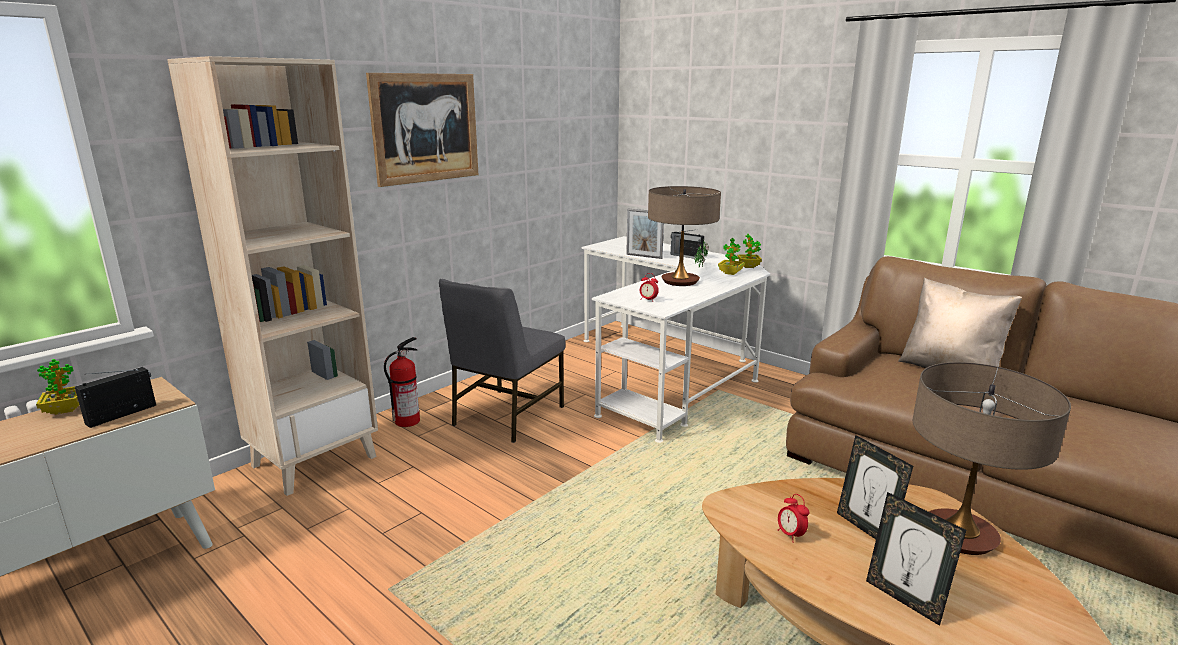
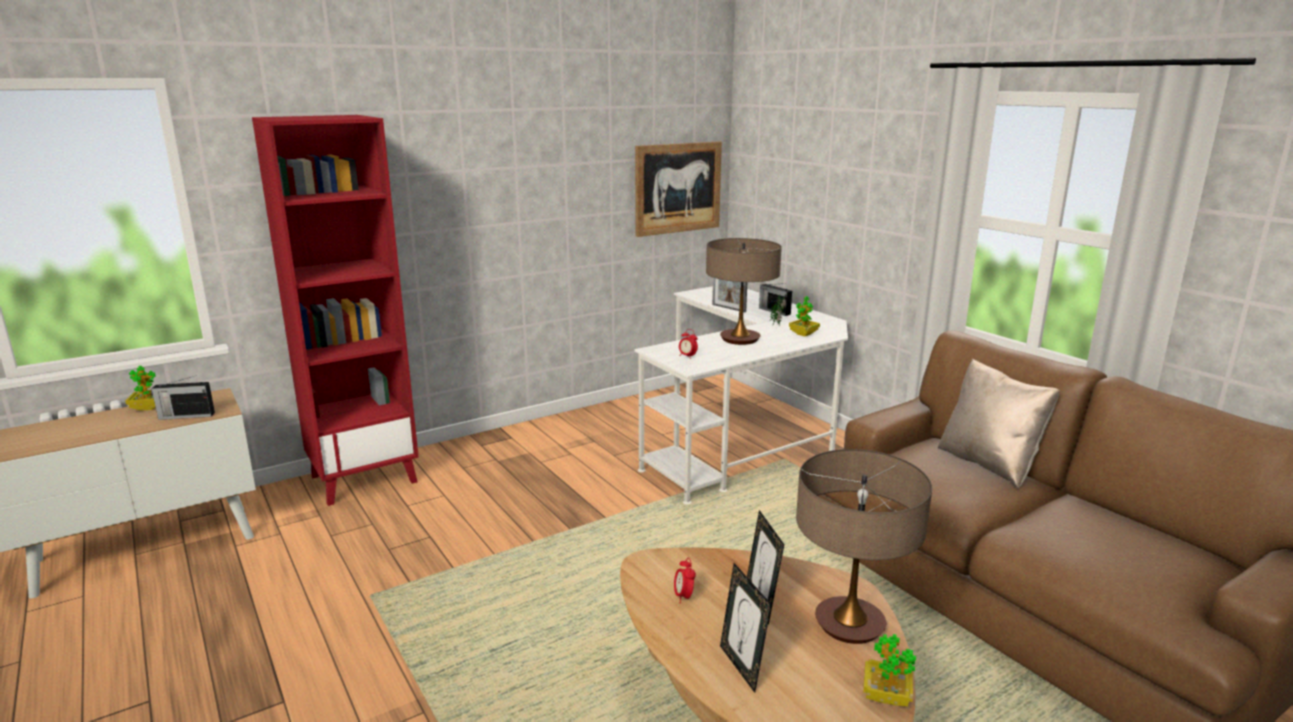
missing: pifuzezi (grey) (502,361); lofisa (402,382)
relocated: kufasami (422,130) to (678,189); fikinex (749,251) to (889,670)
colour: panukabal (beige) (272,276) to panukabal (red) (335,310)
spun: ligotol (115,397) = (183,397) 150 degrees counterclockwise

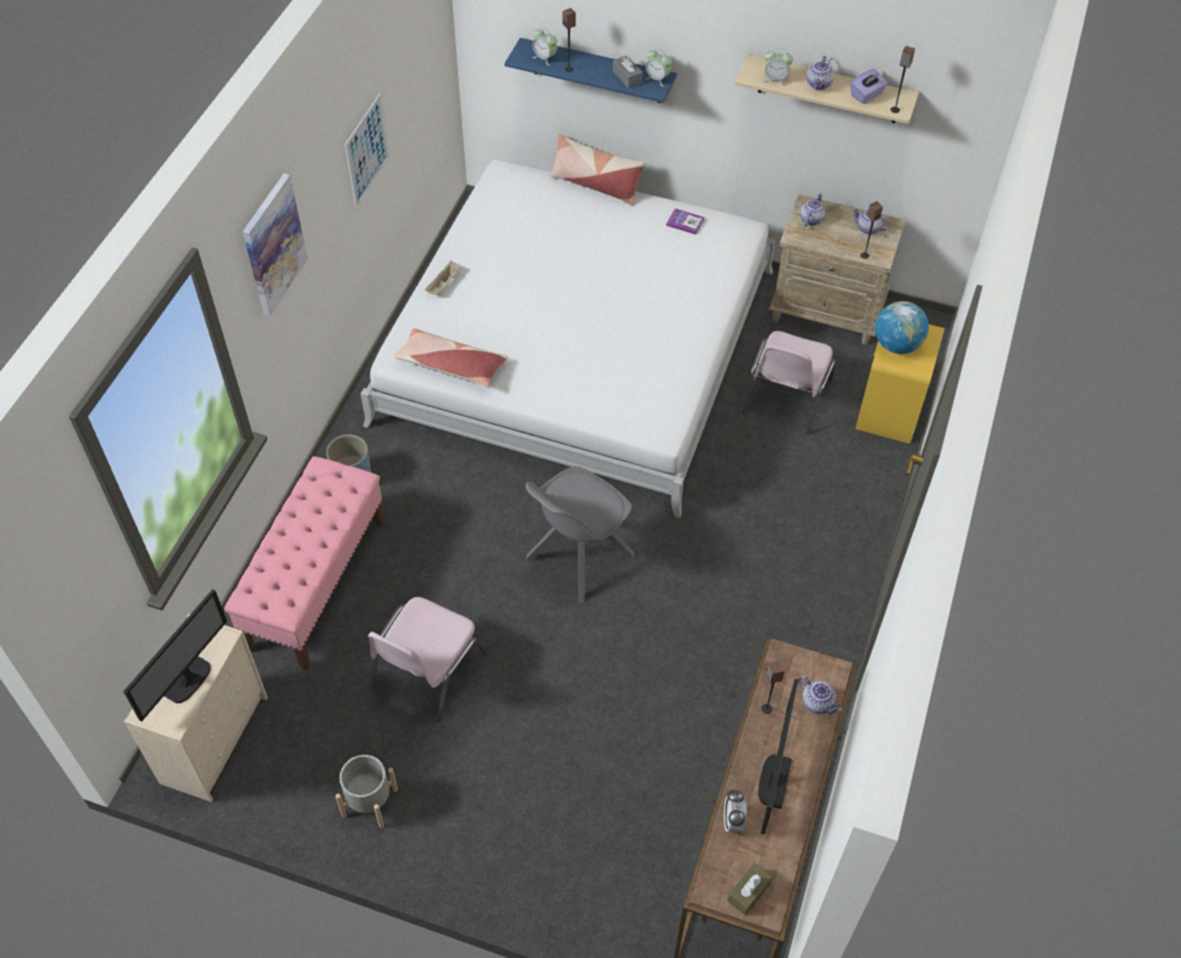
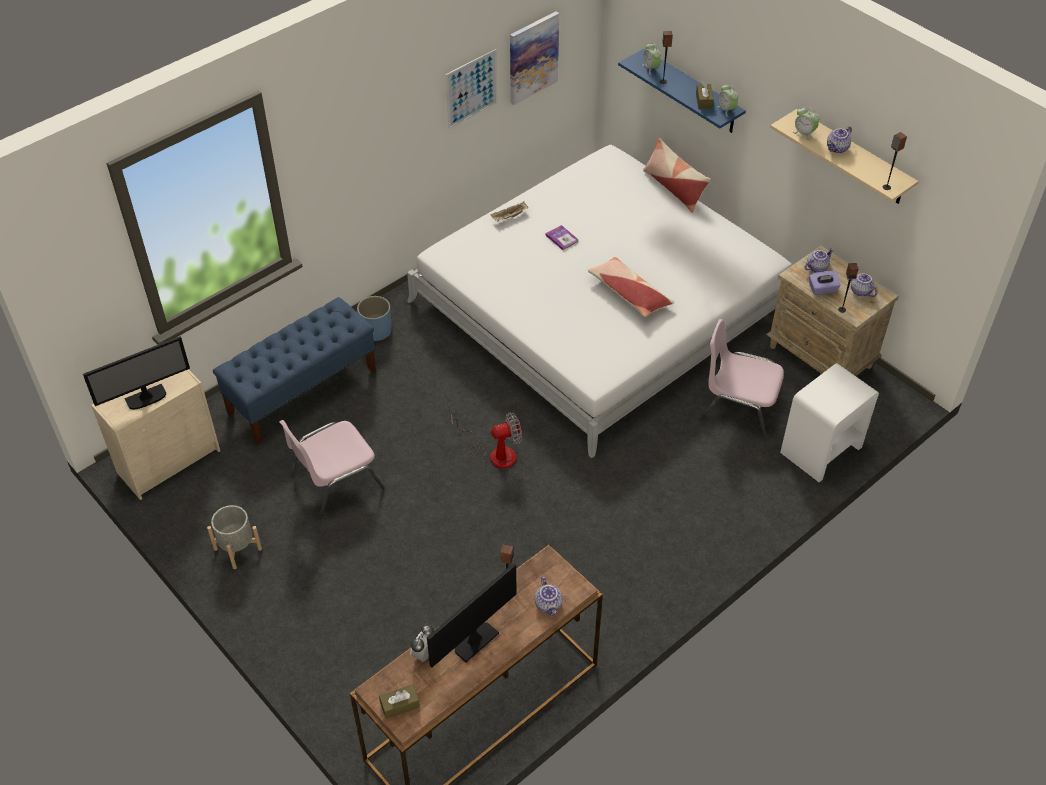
missing: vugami (902,327)
relocated: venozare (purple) (869,86) to (825,283); kufasami (275,244) to (534,58); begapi (685,221) to (562,237); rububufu (451,358) to (631,287)
exchanged: pifuzezi (grey) (580,534) to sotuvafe (486,440)
colour: venozare (grey) (628,71) to venozare (brown) (705,95); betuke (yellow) (900,384) to betuke (white) (829,422); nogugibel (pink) (304,563) to nogugibel (blue) (294,371)
spun: pifuzezi (pink) (789,382) = (741,379) 60 degrees clockwise

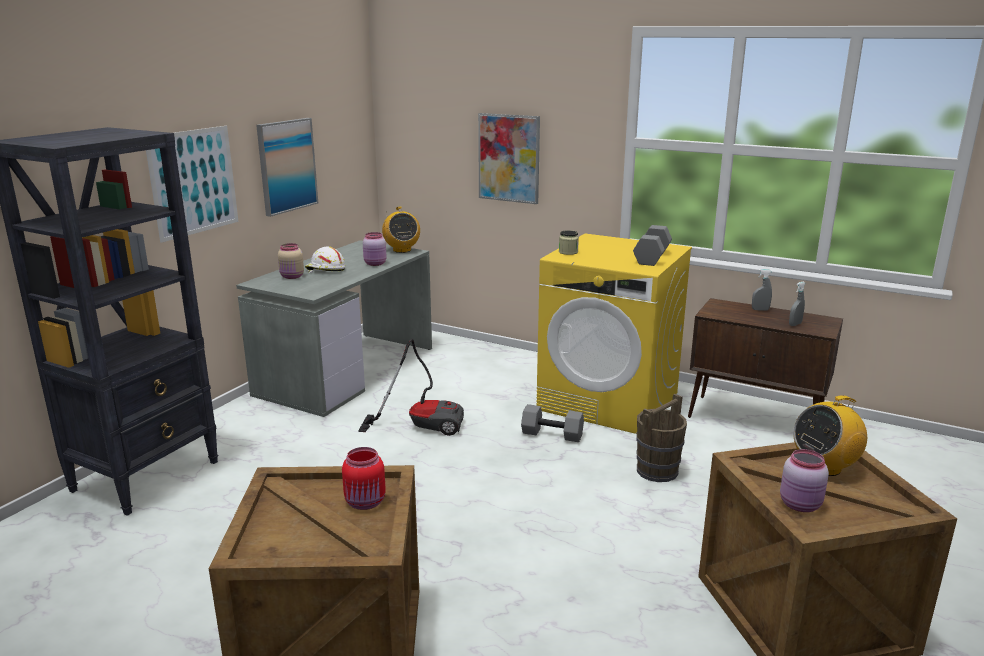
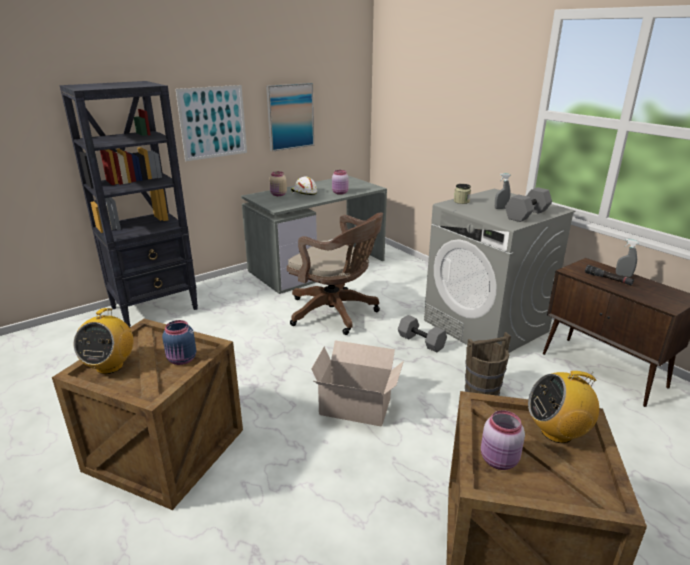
missing: kufasami (509,158)
appeared: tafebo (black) (609,275); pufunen (357,383)
relocated: ligotol (401,229) to (103,341); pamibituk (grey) (797,304) to (503,191)
exchanged: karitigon (411,387) to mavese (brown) (335,274)
colour: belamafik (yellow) (614,333) to belamafik (grey) (499,270); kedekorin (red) (364,478) to kedekorin (blue) (179,342)

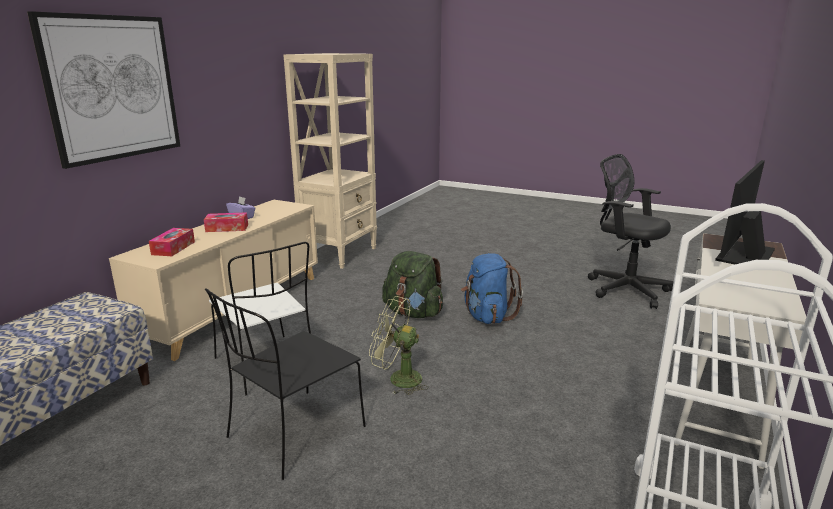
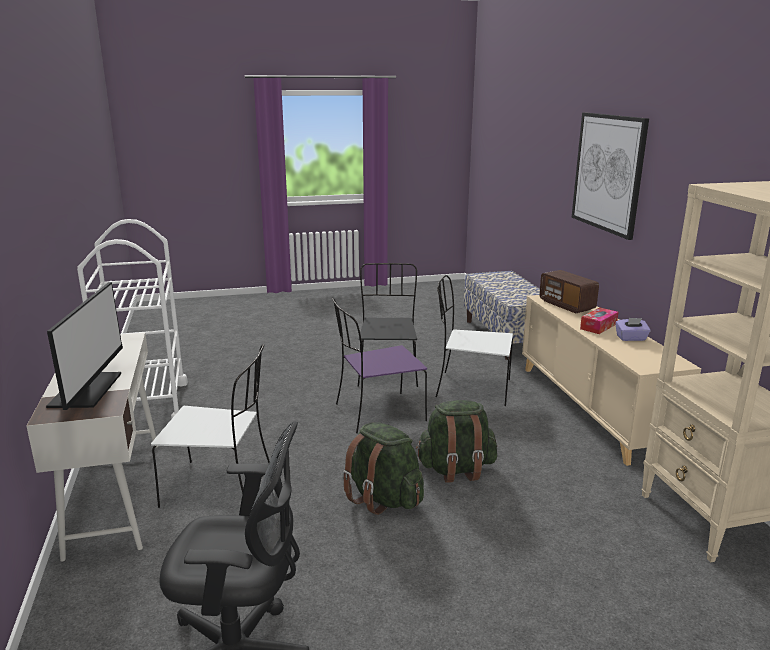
appeared: pifuzezi (white) (210,426)
exchanged: venozare (172,242) to ligotol (569,291); sotuvafe (green) (399,345) to pifuzezi (purple) (379,365)
colour: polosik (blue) (492,288) to polosik (green) (383,468)

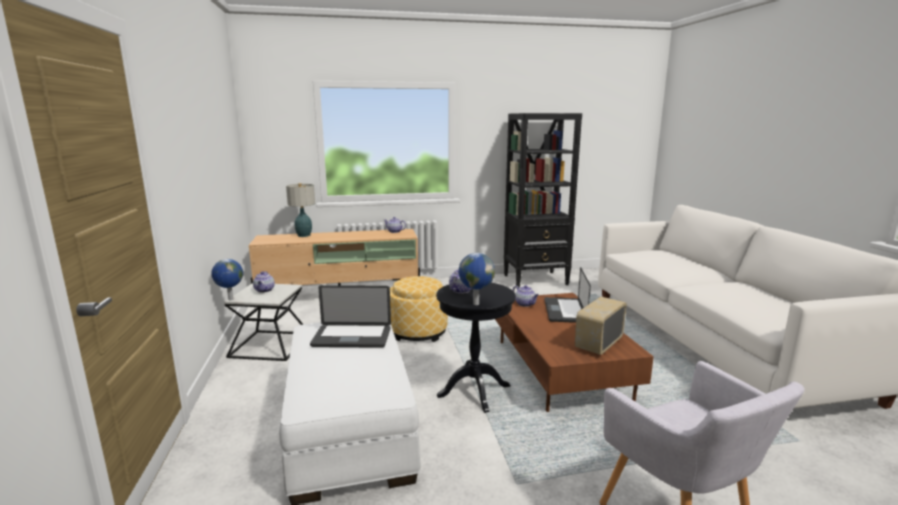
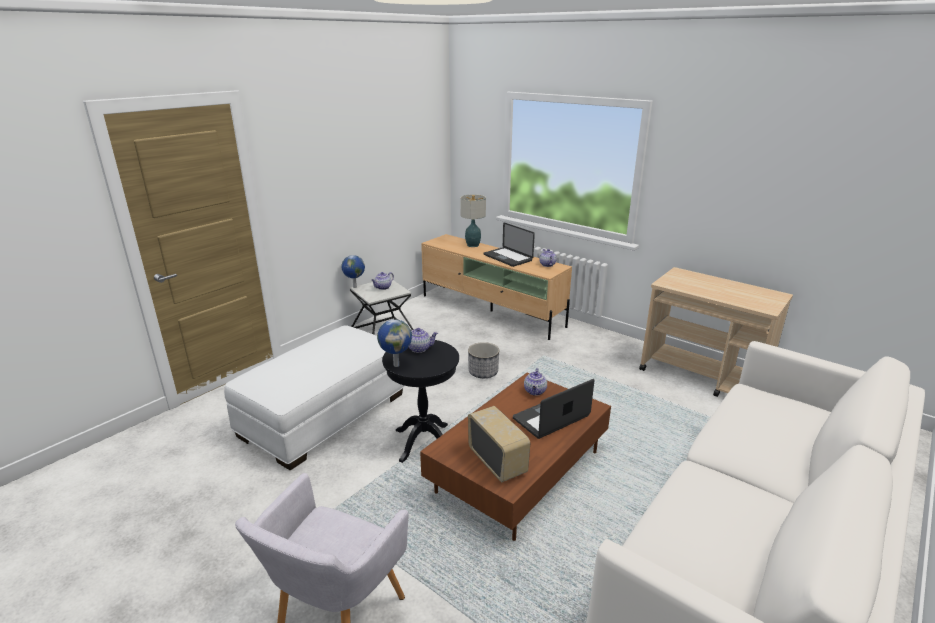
relocated: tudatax (350,316) to (509,244)
exchanged: panukabal (black) (543,200) to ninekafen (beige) (716,332); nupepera (419,309) to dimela (483,360)
spun: ligotol (601,326) = (499,444) 60 degrees clockwise

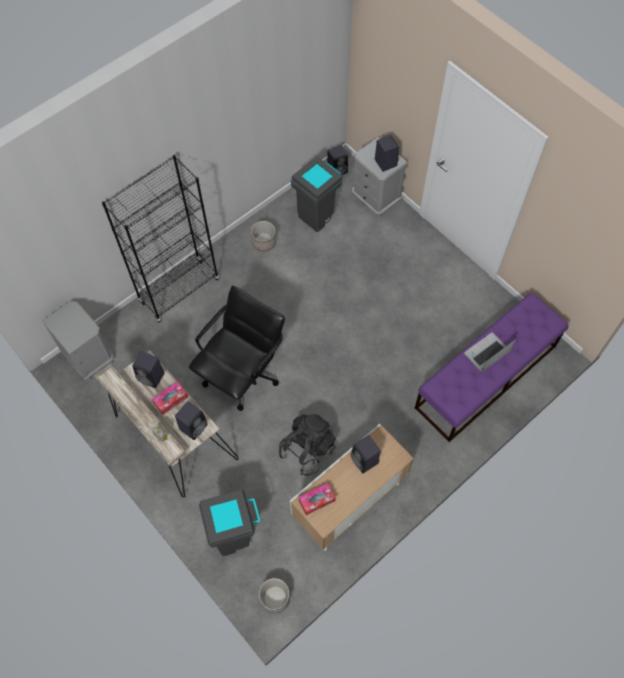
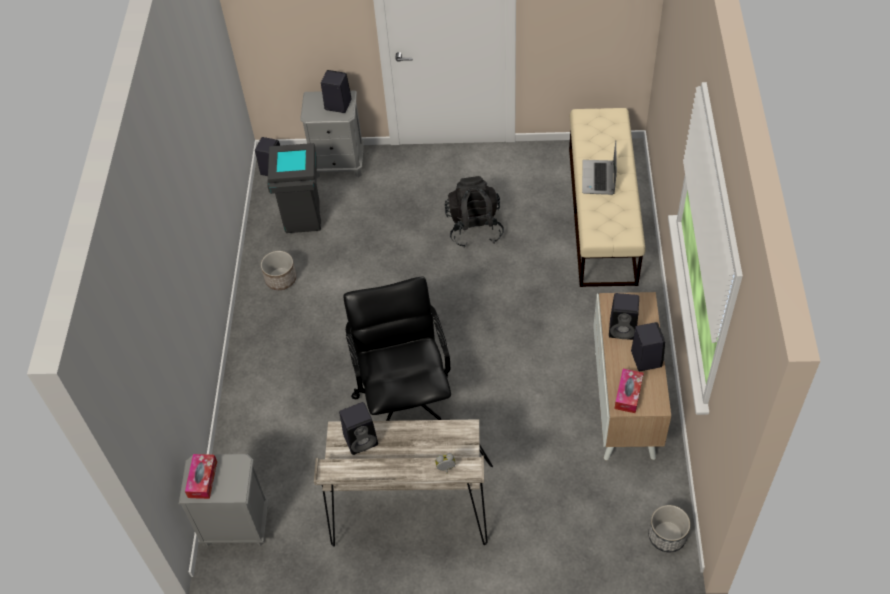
missing: panukabal (black) (160,238); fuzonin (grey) (230,522)
relocated: venozare (170,398) to (201,476); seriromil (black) (191,421) to (648,346); polosik (black) (307,444) to (474,211)
colour: nogugibel (purple) (492,367) to nogugibel (beige) (607,197)

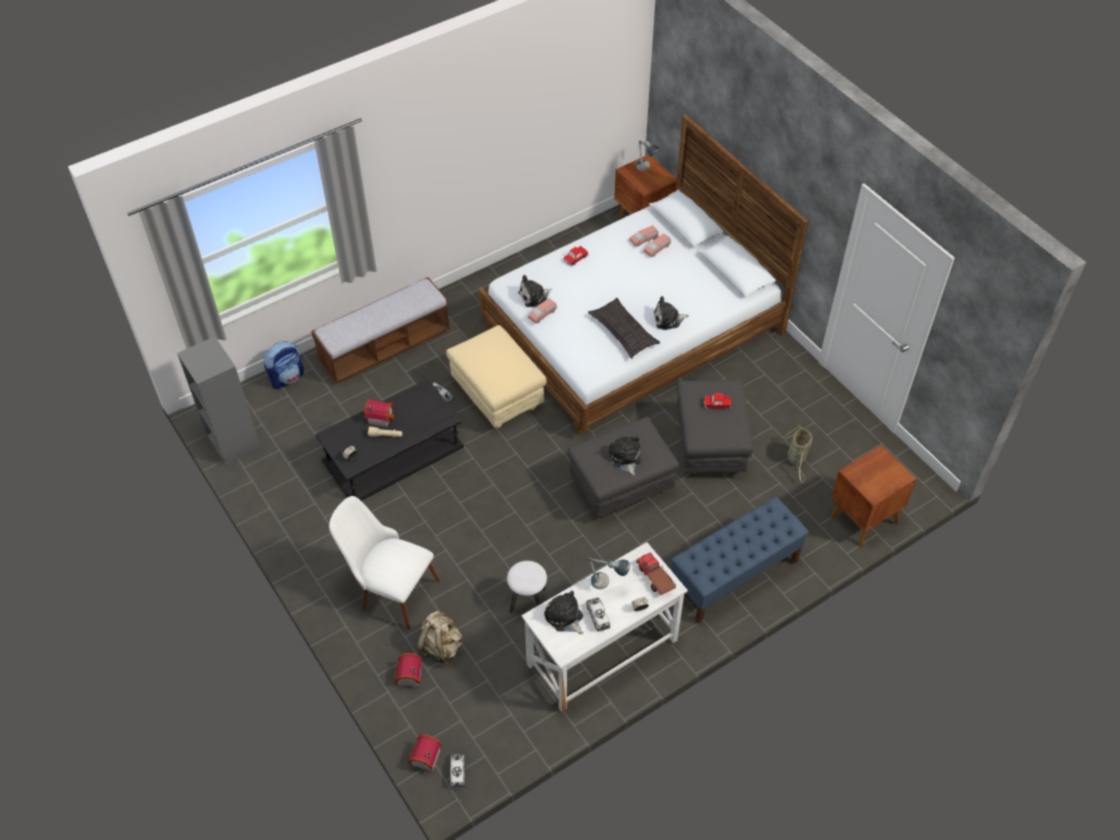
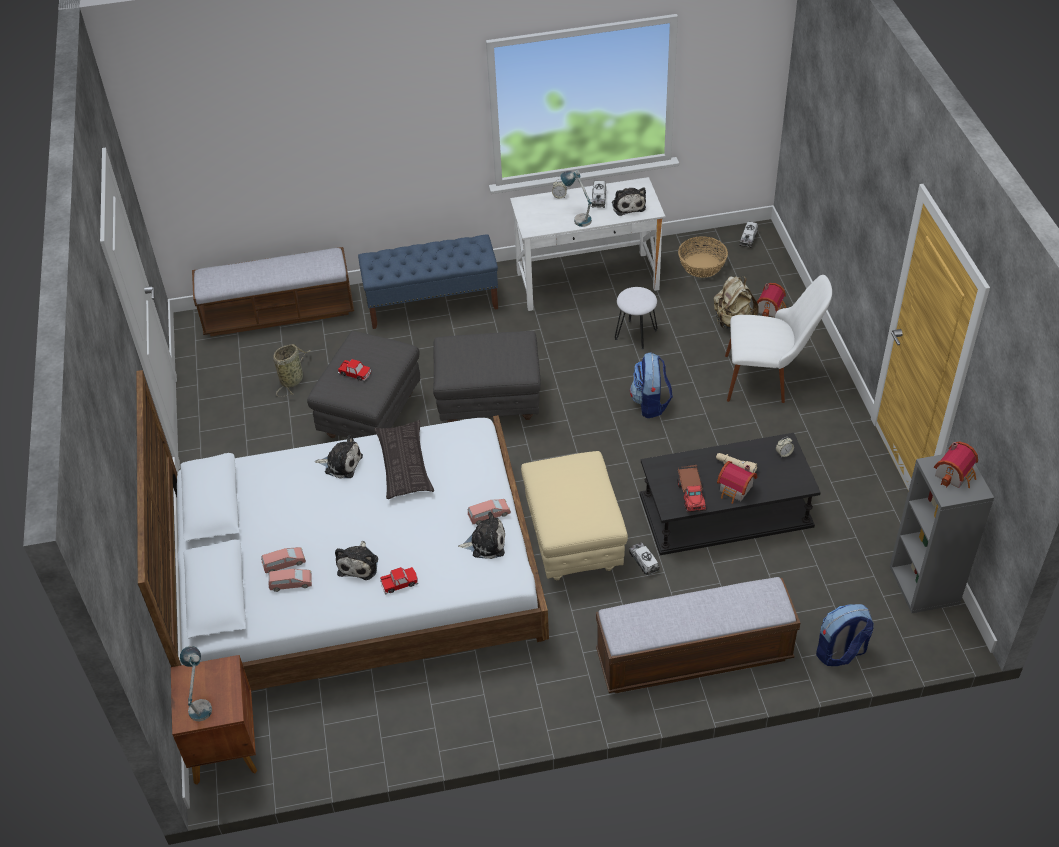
appeared: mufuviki (703,257); polosik (651,385)
relocated: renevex (625,456) to (356,560); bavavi (656,574) to (692,488); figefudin (425,752) to (956,464)
exchanged: betuke (brown) (874,496) to nogugibel (273,292)
spun: pifuzezi (white) (384,563) = (778,339) 45 degrees counterclockwise

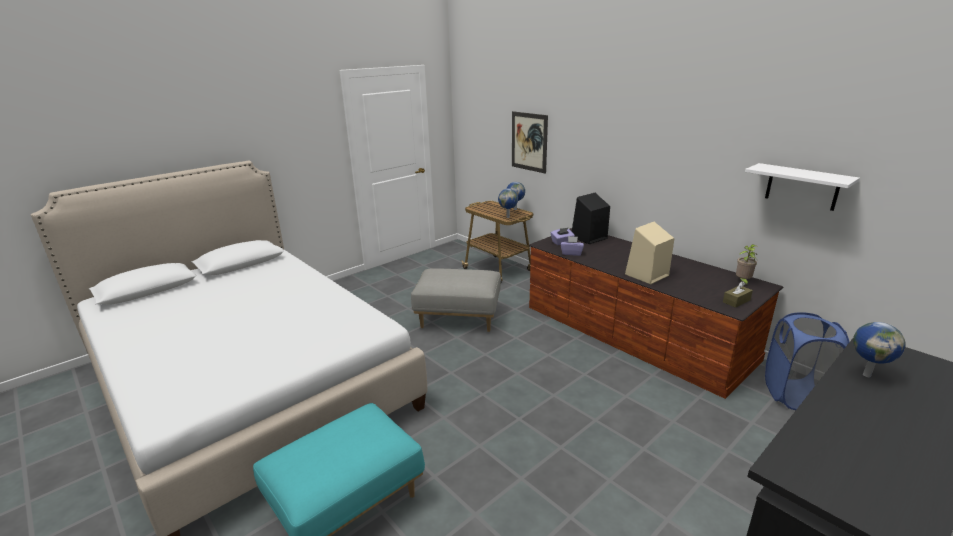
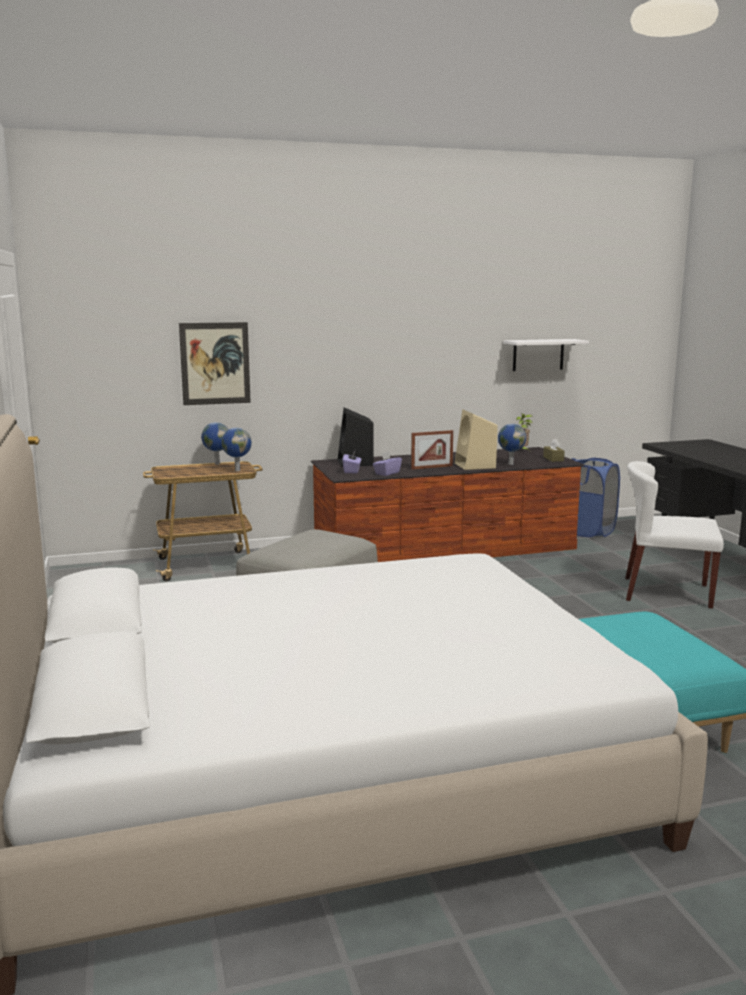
appeared: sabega (432,450); pifuzezi (white) (674,535)
relocated: vugami (879,350) to (512,444)

